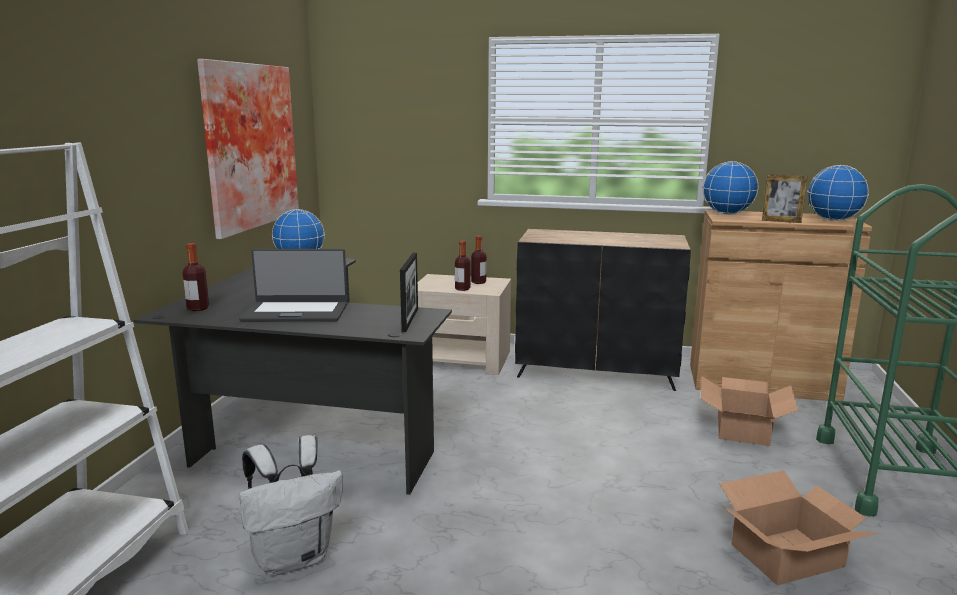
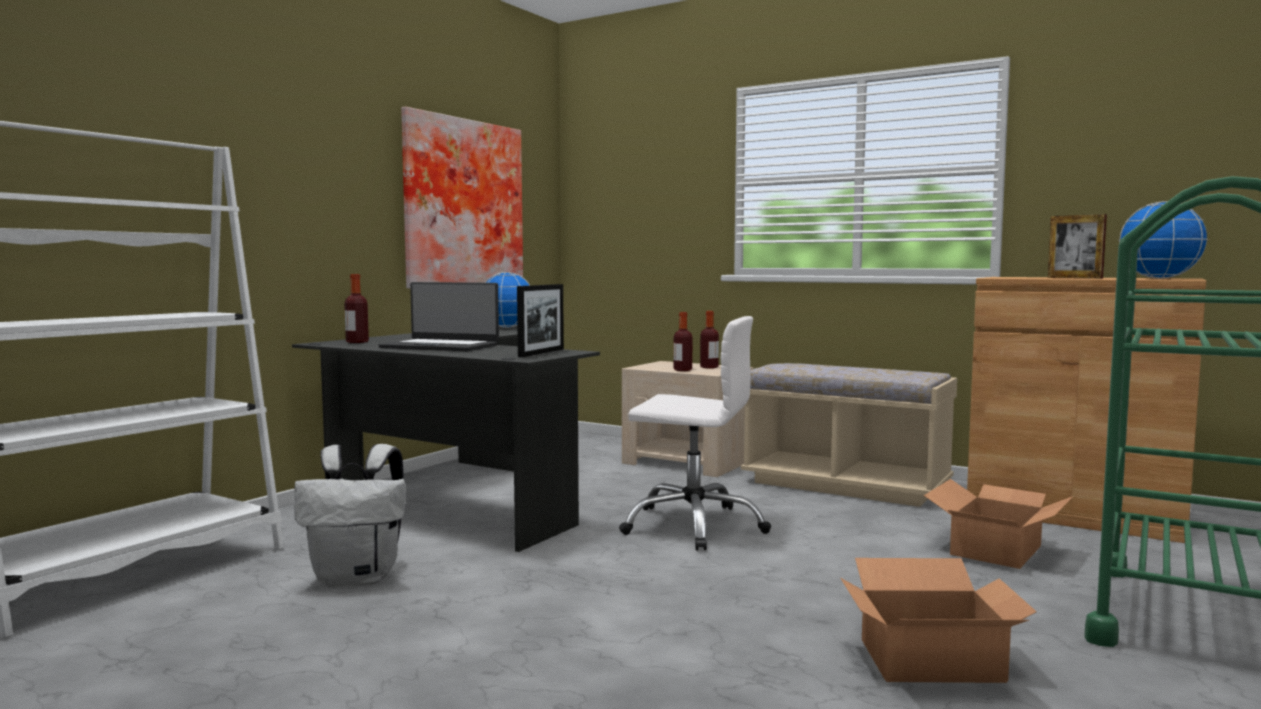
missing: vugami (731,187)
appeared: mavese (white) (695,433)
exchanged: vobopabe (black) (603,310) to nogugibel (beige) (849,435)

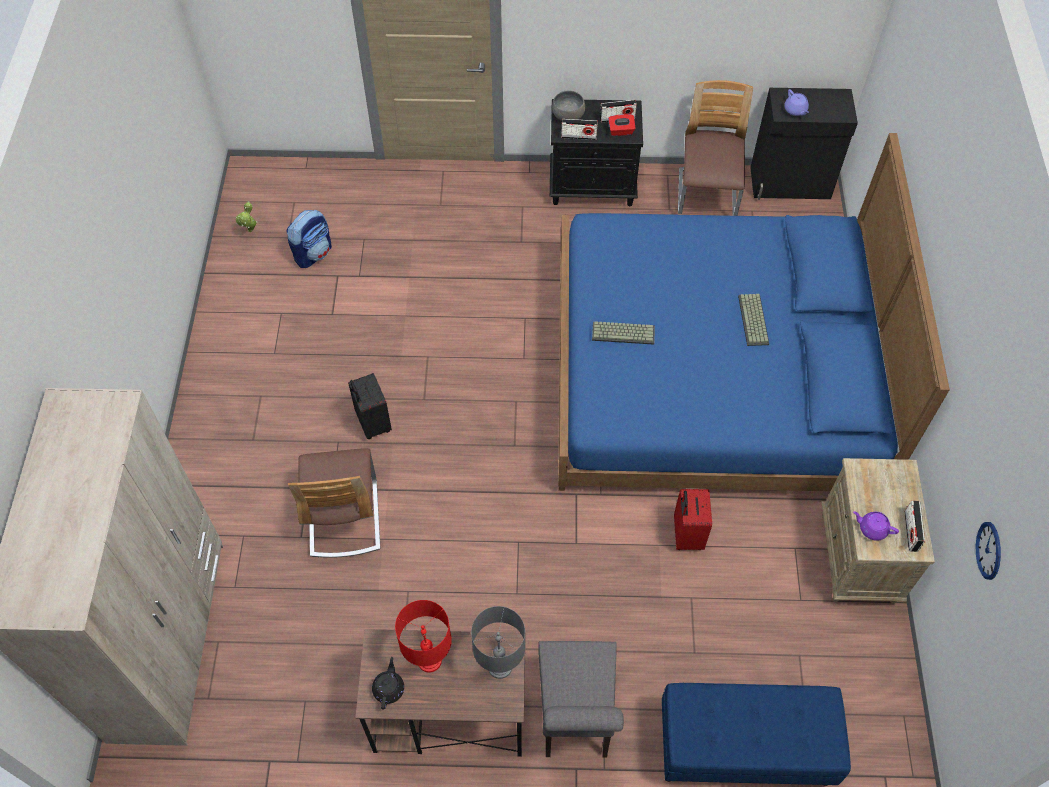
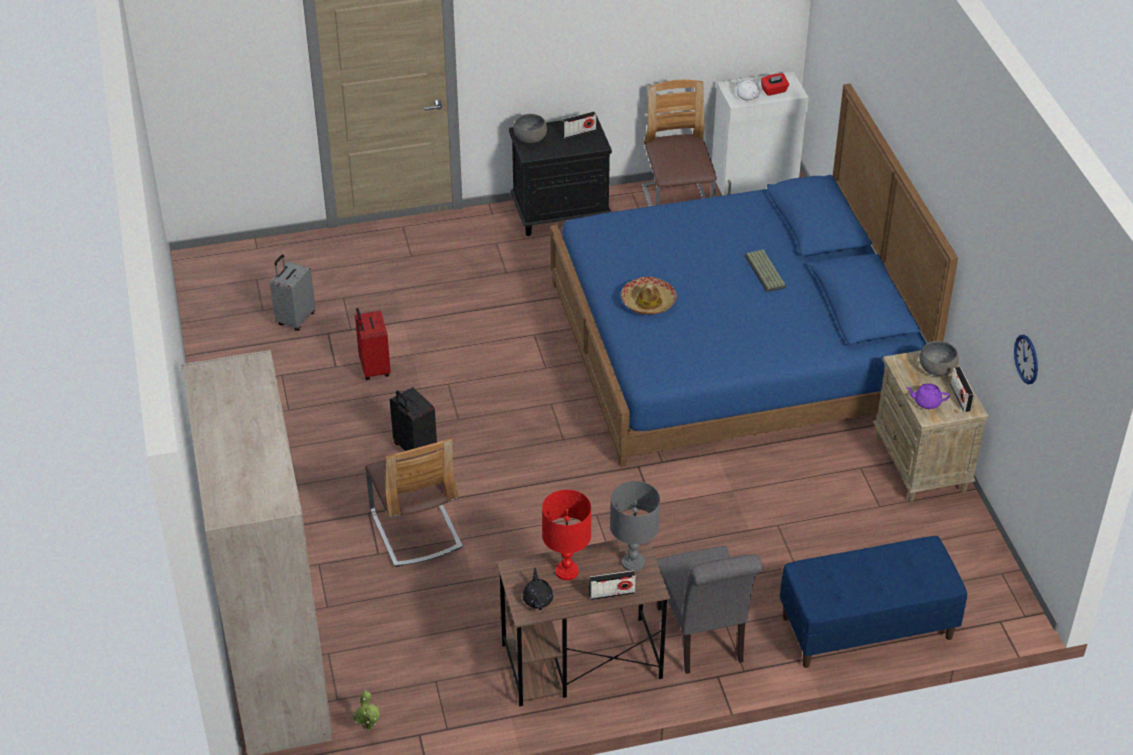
appeared: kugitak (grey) (939,358)
relocated: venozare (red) (622,125) to (775,84); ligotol (579,129) to (612,585); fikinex (246,216) to (367,710); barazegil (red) (693,519) to (373,344)
exchanged: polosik (309,239) to barazegil (grey) (292,292); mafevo (623,333) to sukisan (649,296)
colour: vobopabe (black) (804,144) to vobopabe (white) (760,133); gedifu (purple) (796,102) to gedifu (white) (749,89)

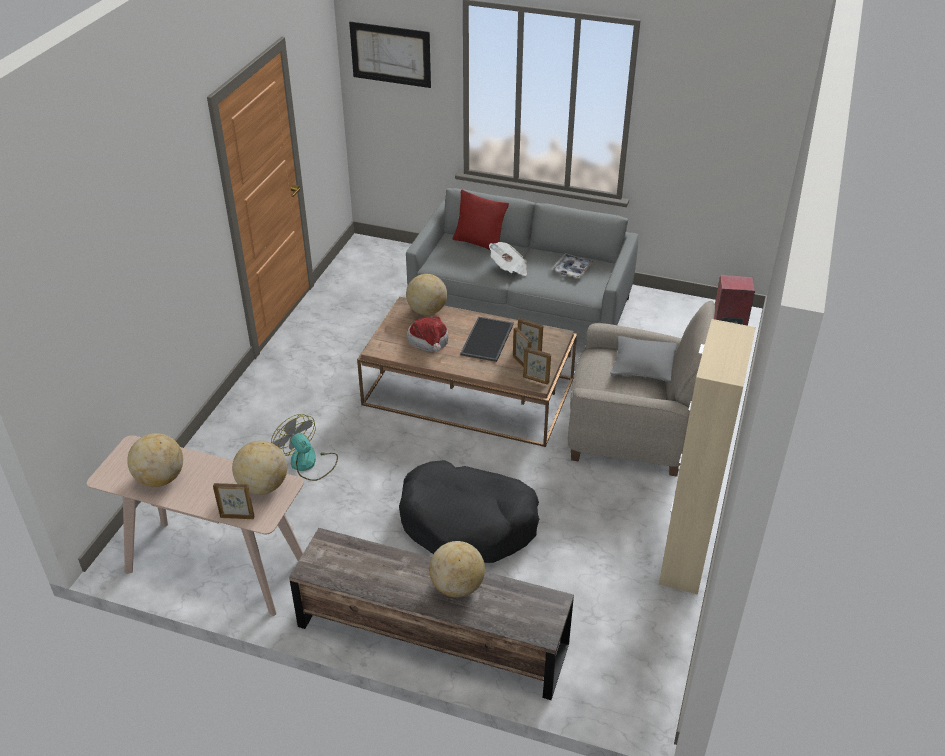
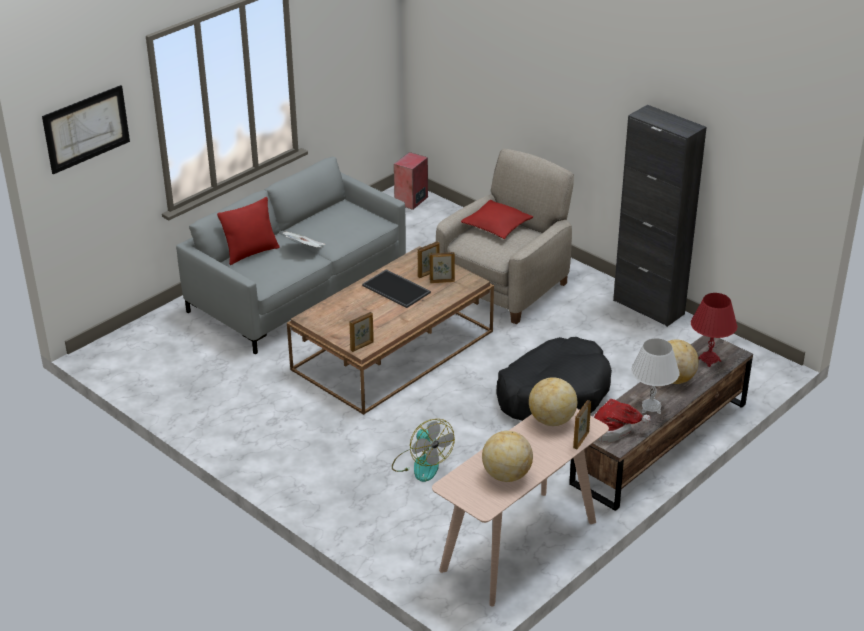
missing: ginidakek (572,265); vugami (426,294)
appeared: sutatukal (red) (714,330); sutatukal (white) (655,376)
relocated: sukisan (428,334) to (622,421); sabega (537,366) to (361,332)
colour: vobopabe (beige) (707,456) to vobopabe (black) (660,216); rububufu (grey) (643,359) to rububufu (red) (497,219)
spun: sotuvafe (304,447) = (423,450) 105 degrees counterclockwise

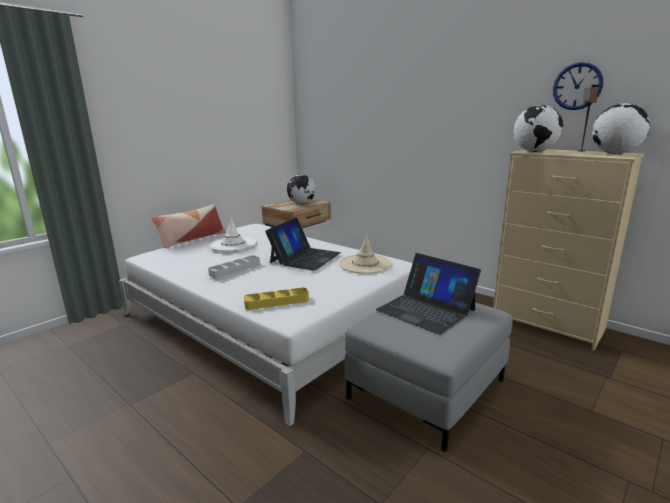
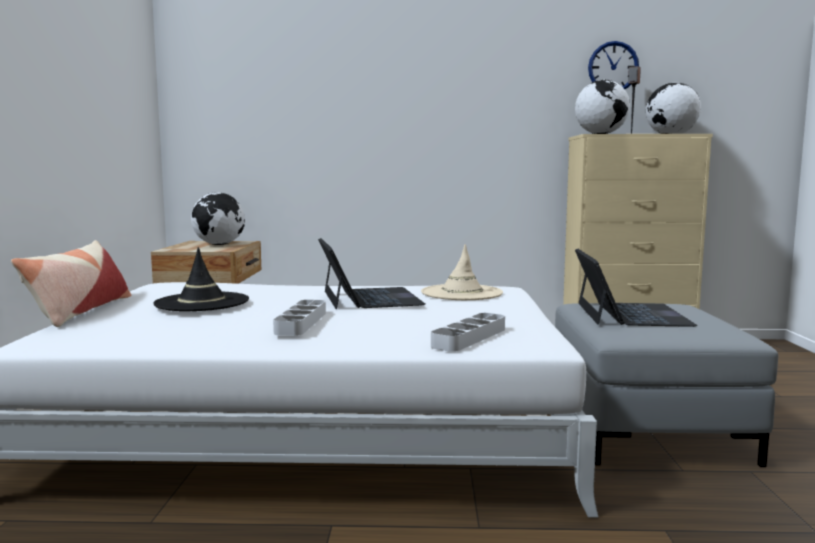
colour: sukisan (white) (233,234) to sukisan (black) (201,279); ginidakek (yellow) (276,299) to ginidakek (grey) (468,332)
spun: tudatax (428,294) = (636,288) 90 degrees counterclockwise

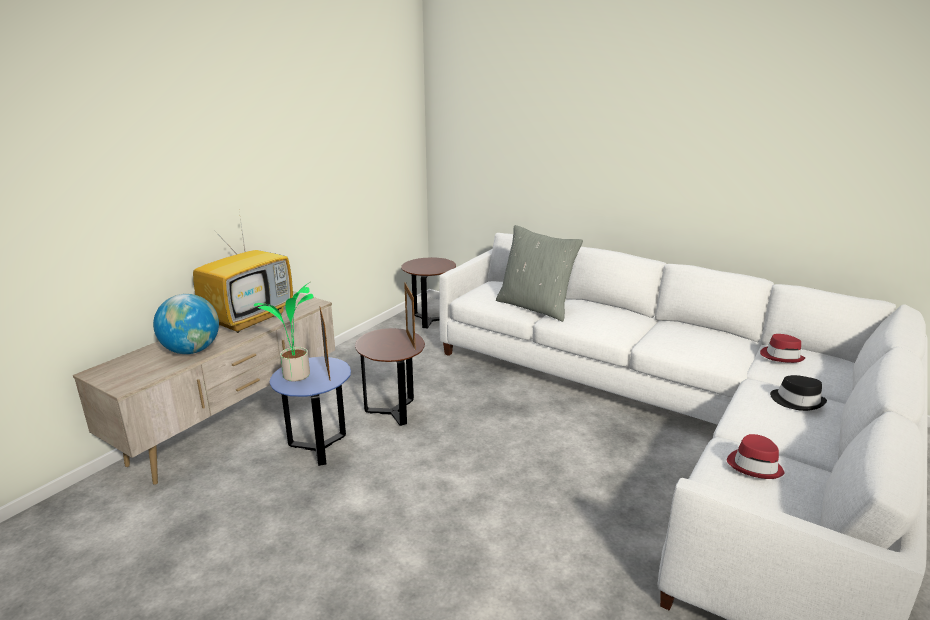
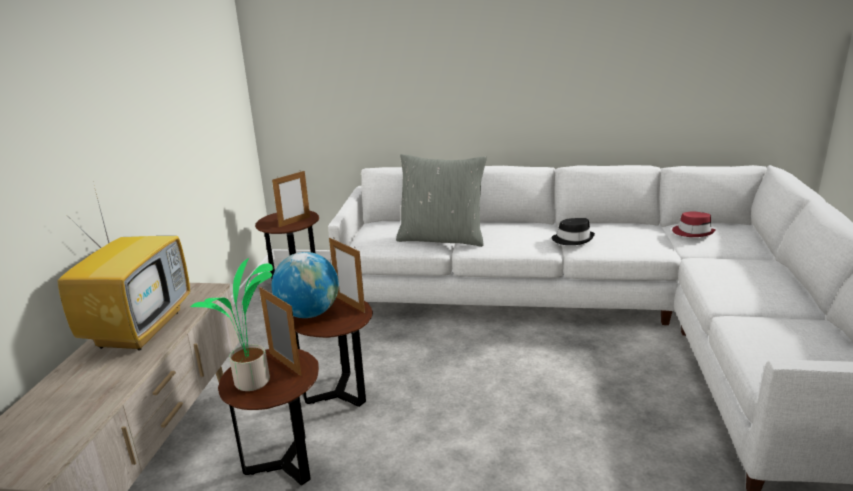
missing: sukisan (red) (755,456)
appeared: sabega (291,199)
relocated: vugami (186,324) to (305,285); sukisan (black) (798,393) to (573,231)
colour: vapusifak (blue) (310,411) to vapusifak (brown) (268,417)

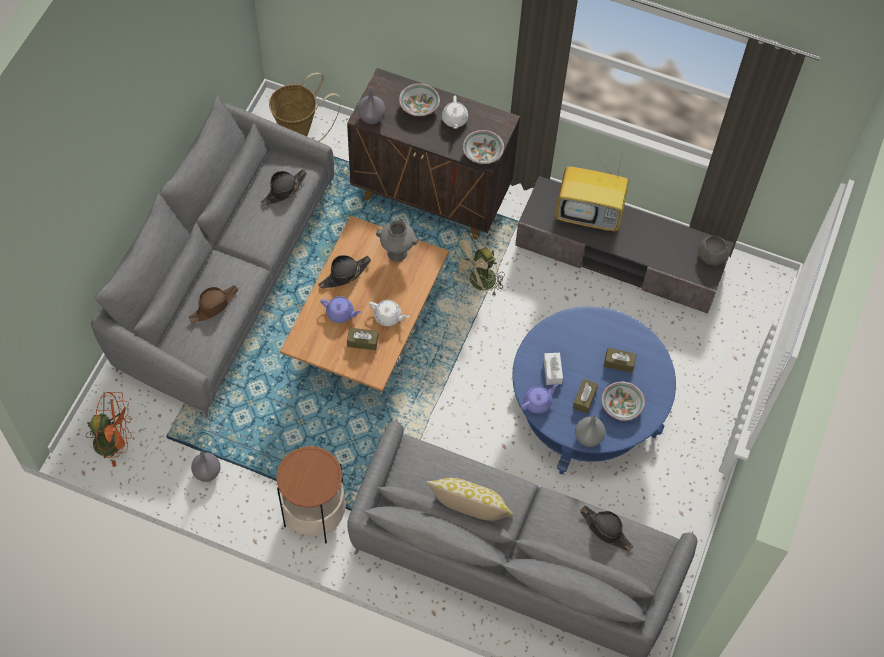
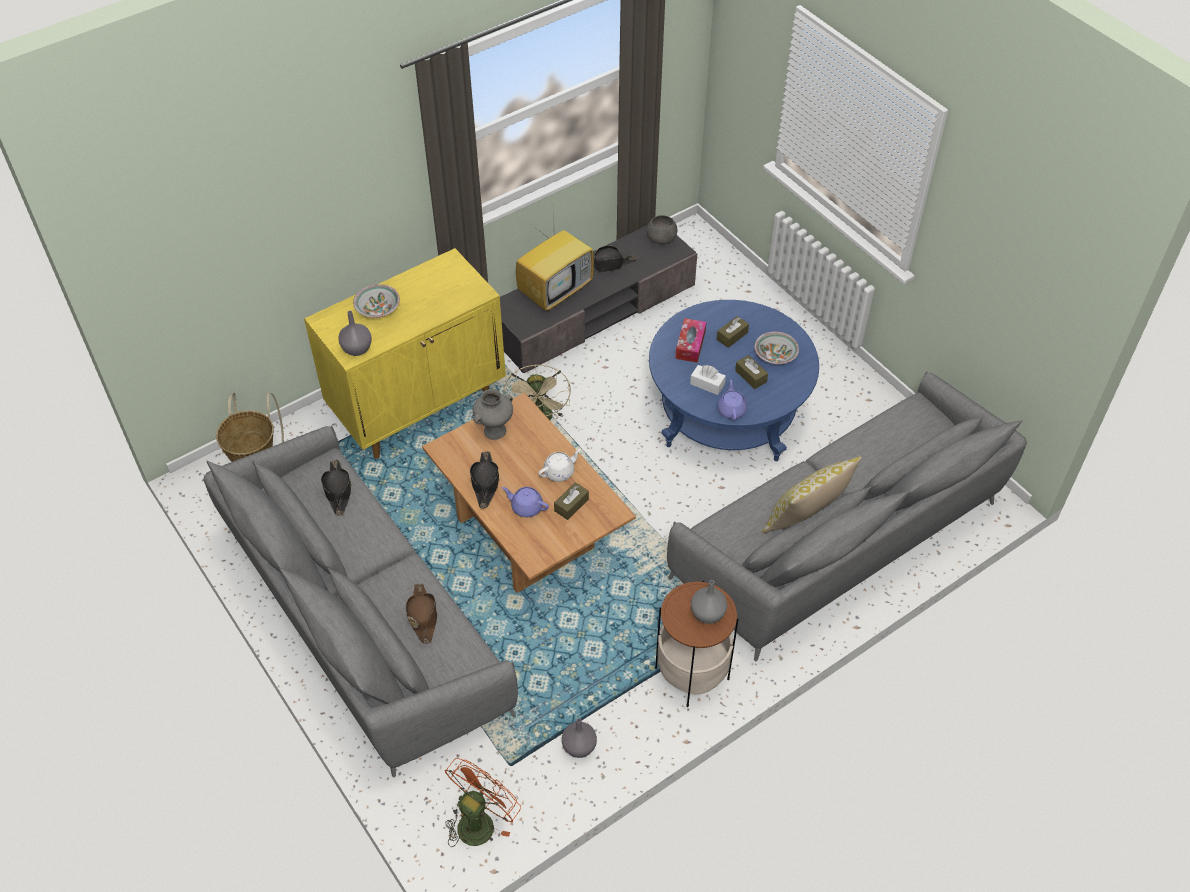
missing: gedifu (white) (455,112); kugitak (483,147)
appeared: venozare (690,340)
relocated: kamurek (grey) (590,431) to (709,602); sukisan (black) (606,528) to (615,259)
colour: vobopabe (brown) (433,153) to vobopabe (yellow) (405,353)
spun: gedifu (purple) (340,309) = (525,502) 120 degrees counterclockwise

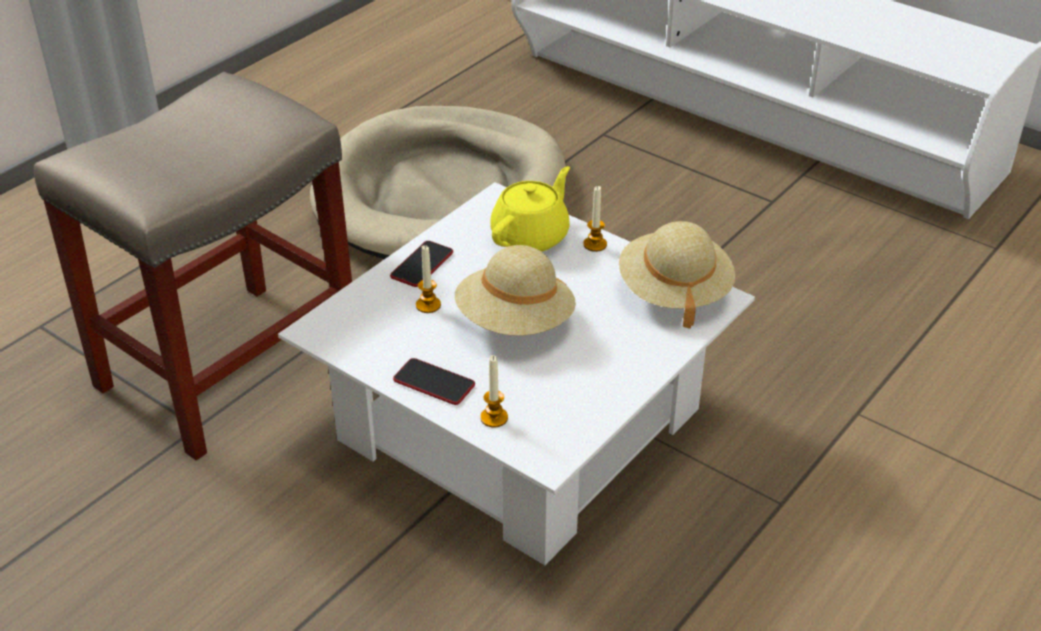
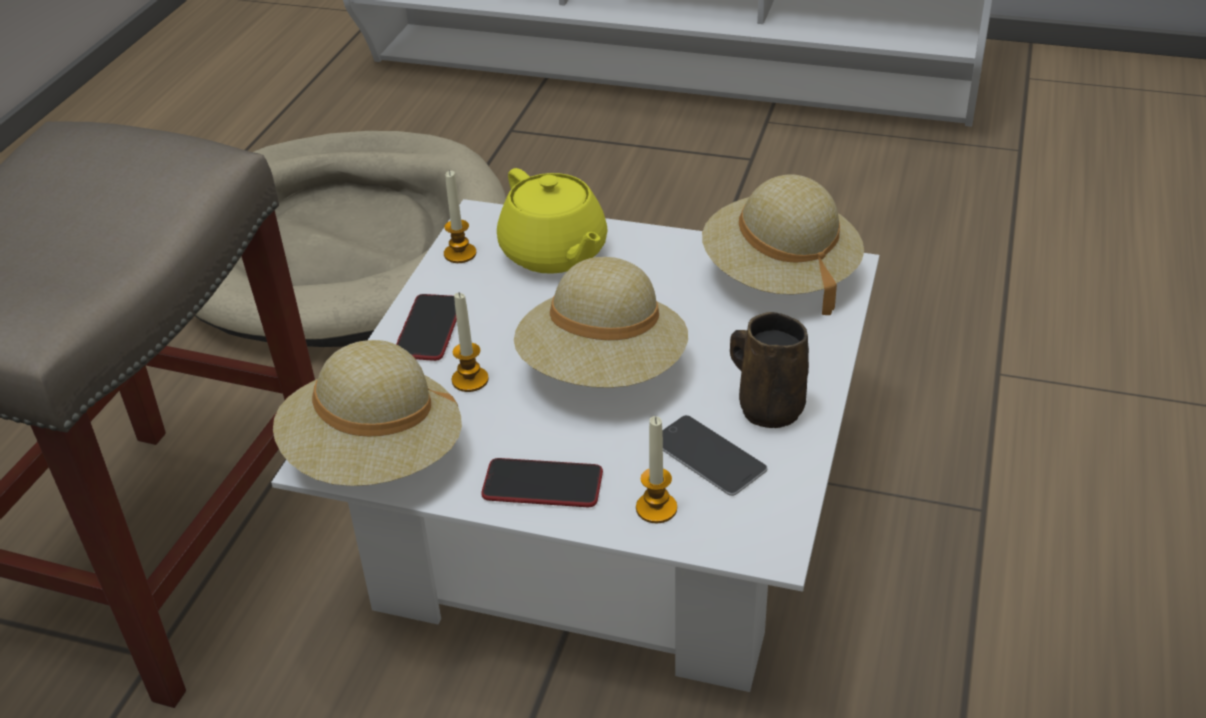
appeared: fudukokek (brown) (769,370); sukisan (beige) (367,413); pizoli (715,455)
relocated: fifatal (595,219) to (460,216)
spun: gedifu (yellow) (530,209) = (552,221) 135 degrees clockwise

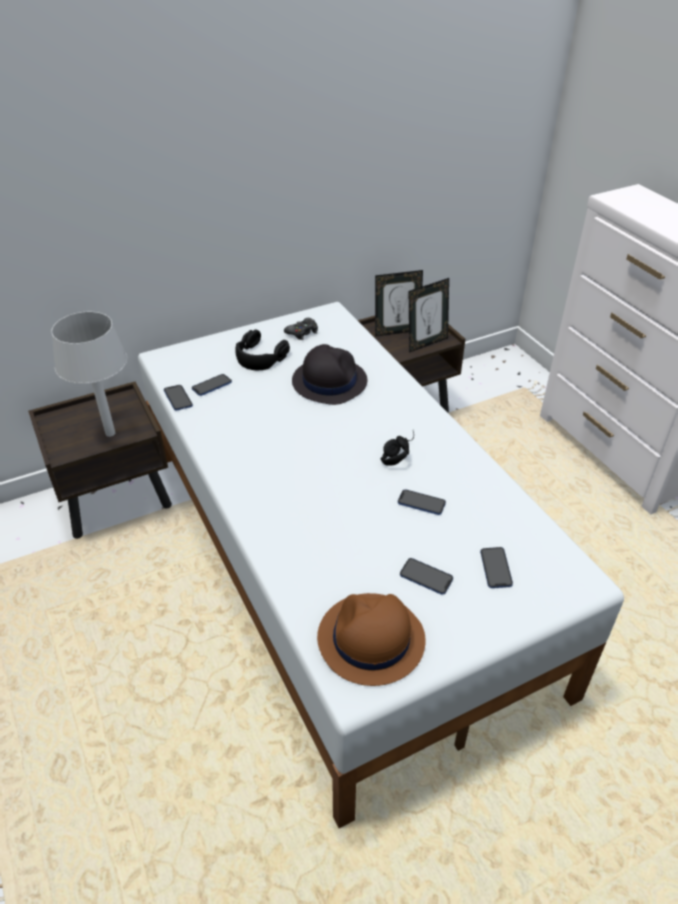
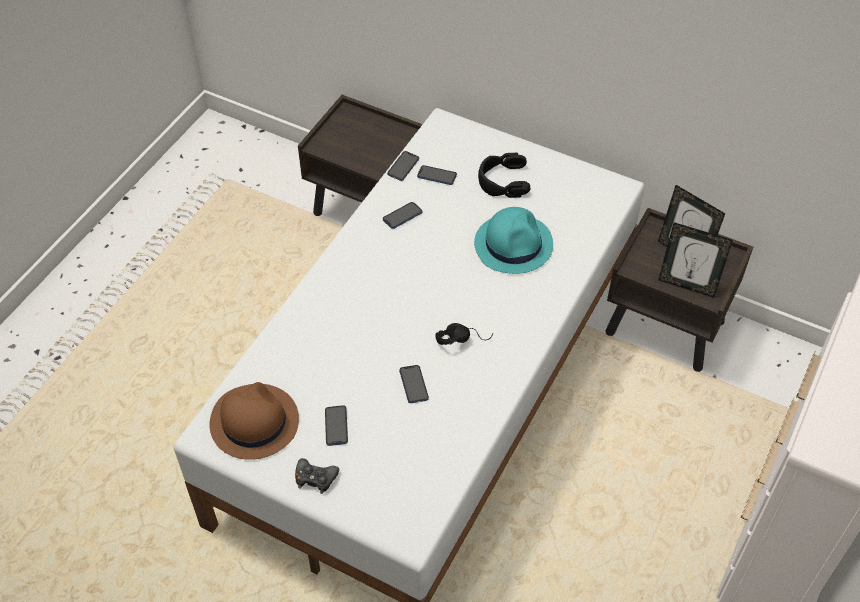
missing: sutatukal (grey) (89,374)
relocated: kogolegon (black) (301,329) to (317,476); pizoli (496,567) to (402,215)
colour: sukisan (black) (329,374) to sukisan (turquoise) (513,240)

